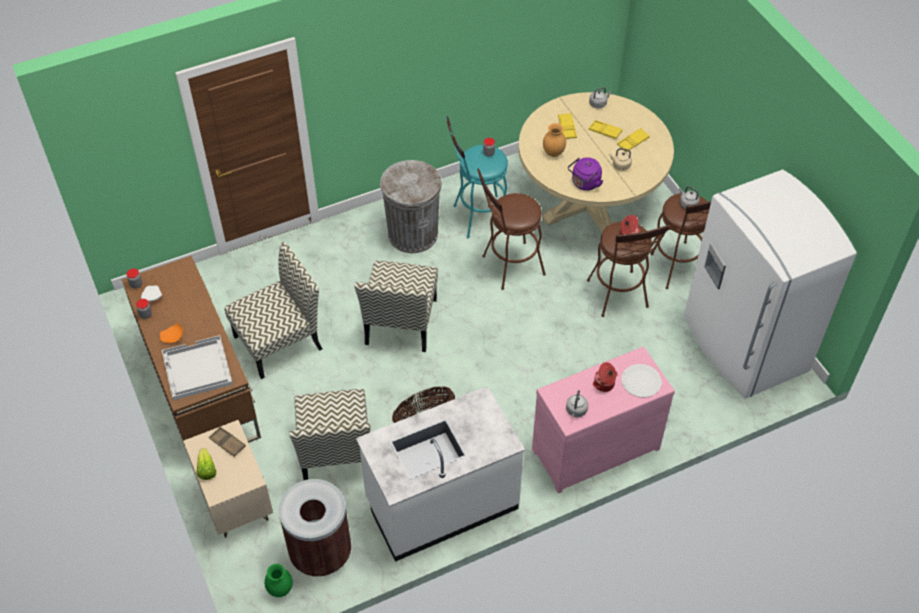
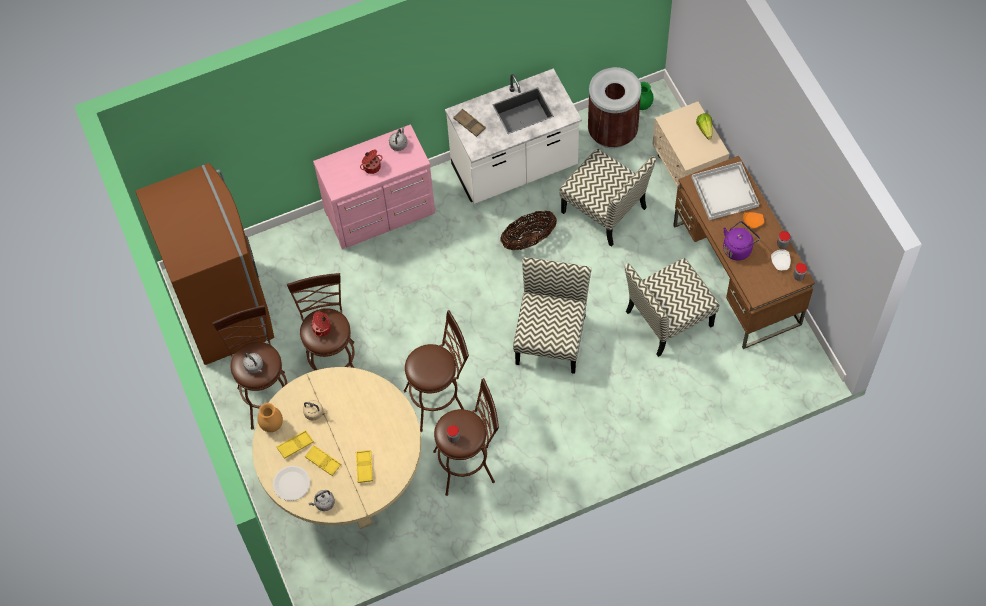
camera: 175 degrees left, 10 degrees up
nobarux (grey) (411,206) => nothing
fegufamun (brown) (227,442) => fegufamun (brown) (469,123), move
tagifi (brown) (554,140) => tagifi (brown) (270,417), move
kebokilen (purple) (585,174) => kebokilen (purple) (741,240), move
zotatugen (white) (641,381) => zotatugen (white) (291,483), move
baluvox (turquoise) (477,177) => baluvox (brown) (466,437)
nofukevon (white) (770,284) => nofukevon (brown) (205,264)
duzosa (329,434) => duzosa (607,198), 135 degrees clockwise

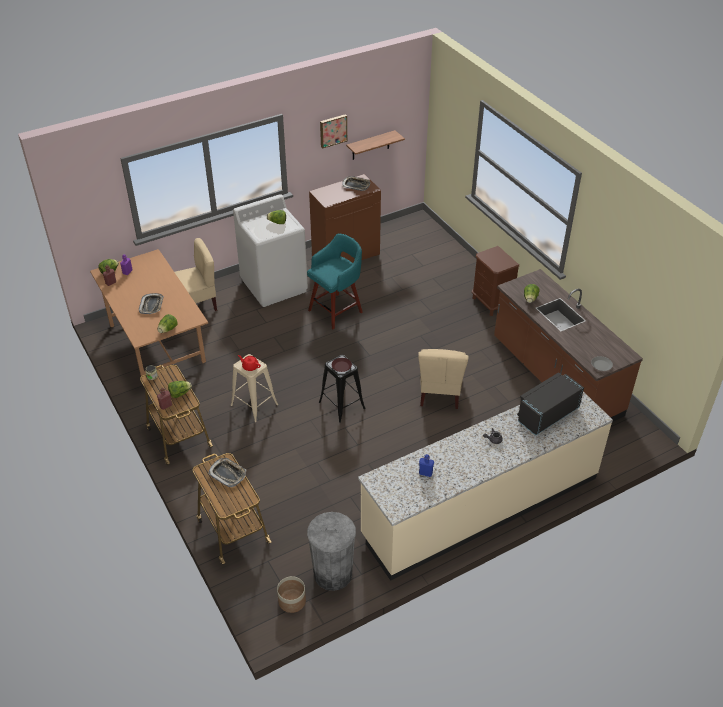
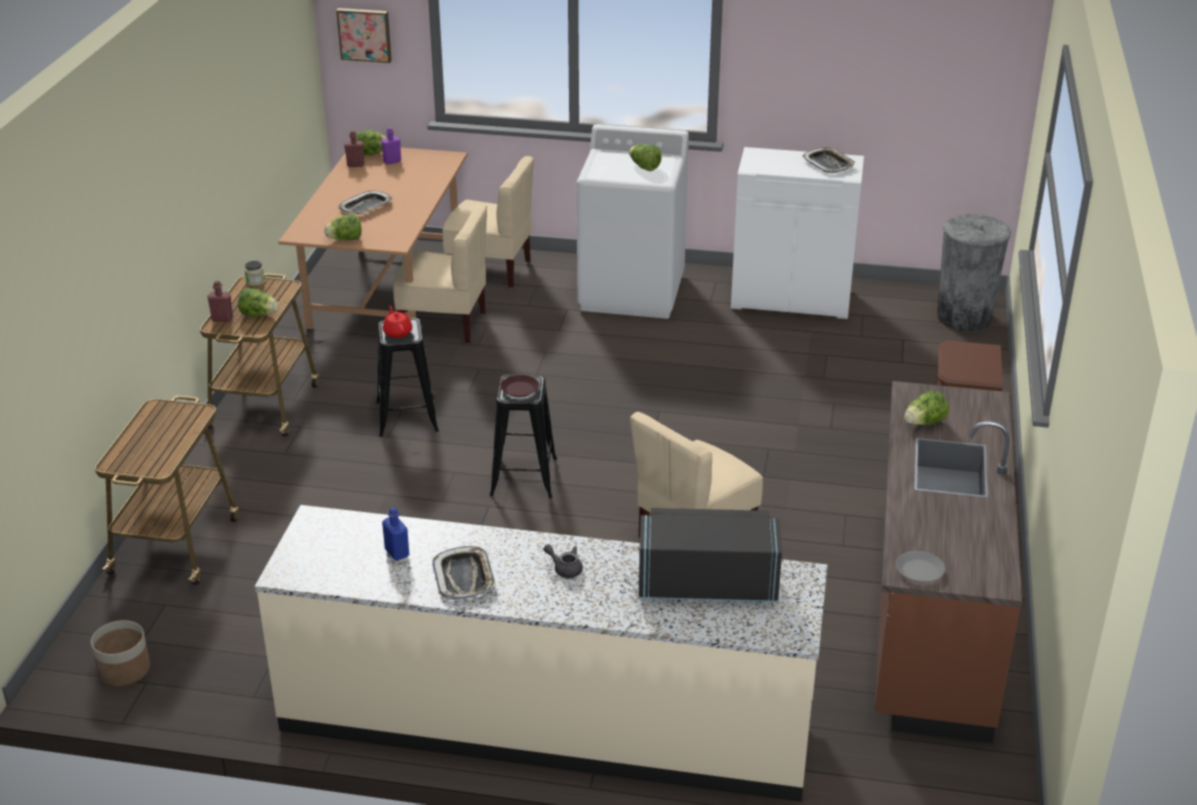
camera: 40 degrees right, 10 degrees down
baluvox (turquoise) (335,281) => nothing
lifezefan (375,145) => nothing
nothing => duzosa (beige) (440,274)
fegufamun (227,472) => fegufamun (464,573), move
nobarux (grey) (331,551) => nobarux (grey) (974,272), move
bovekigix (333,131) => bovekigix (364,35), move
baluvox (beige) (254,388) => baluvox (black) (407,377)
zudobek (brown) (345,218) => zudobek (white) (797,233)

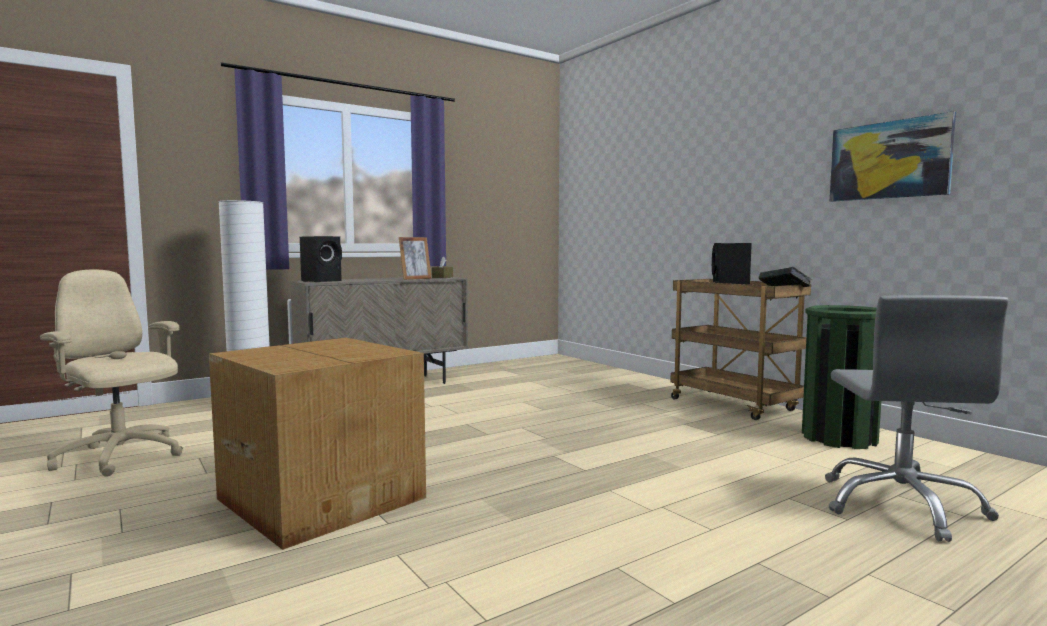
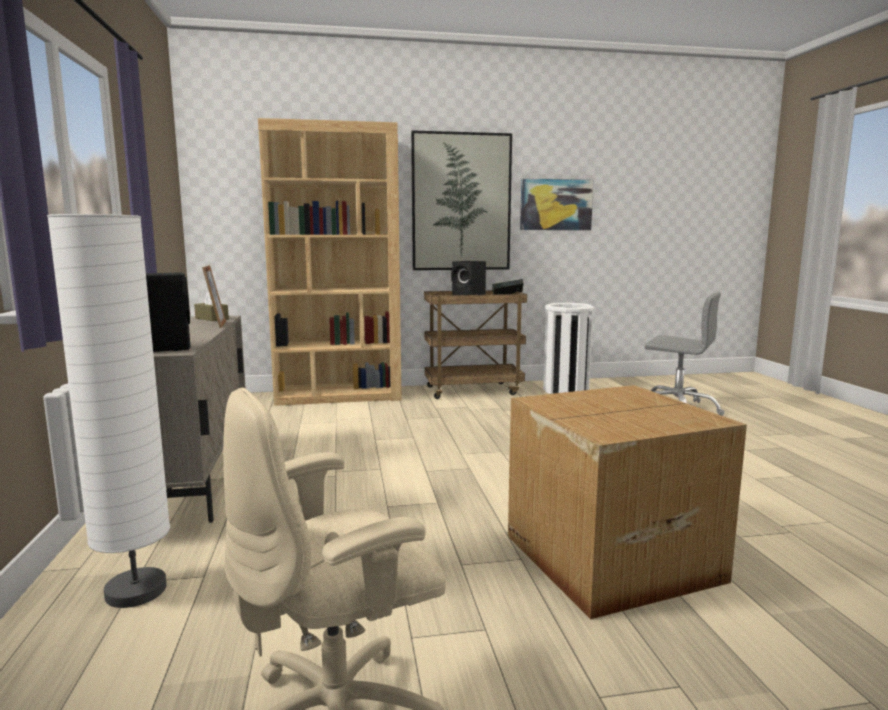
camera: 65 degrees left, 5 degrees up
nothing => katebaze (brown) (330,262)
nothing => bovekigix (461,200)
nobarux (green) (841,377) => nobarux (white) (569,348)

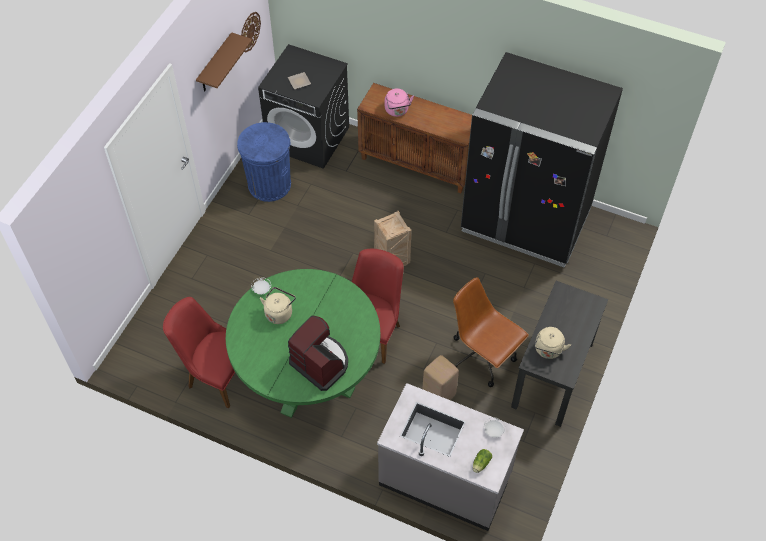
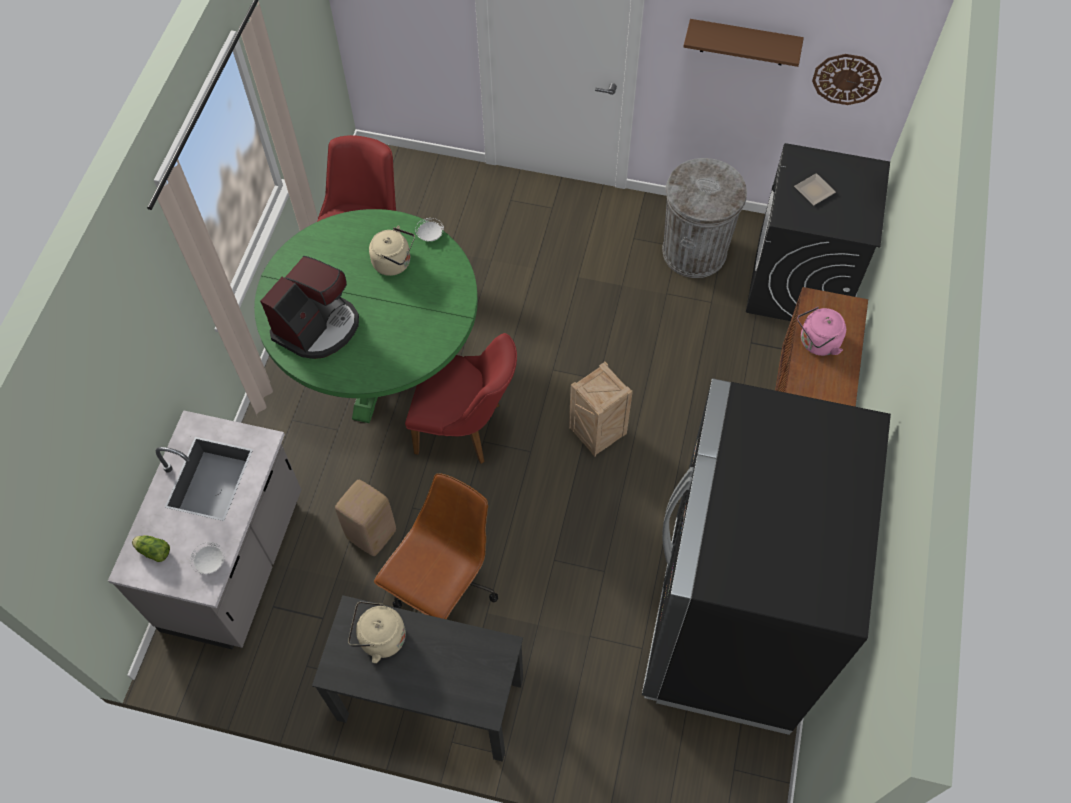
camera: 80 degrees right, 5 degrees up
nobarux (blue) (264,162) => nobarux (grey) (704,218)

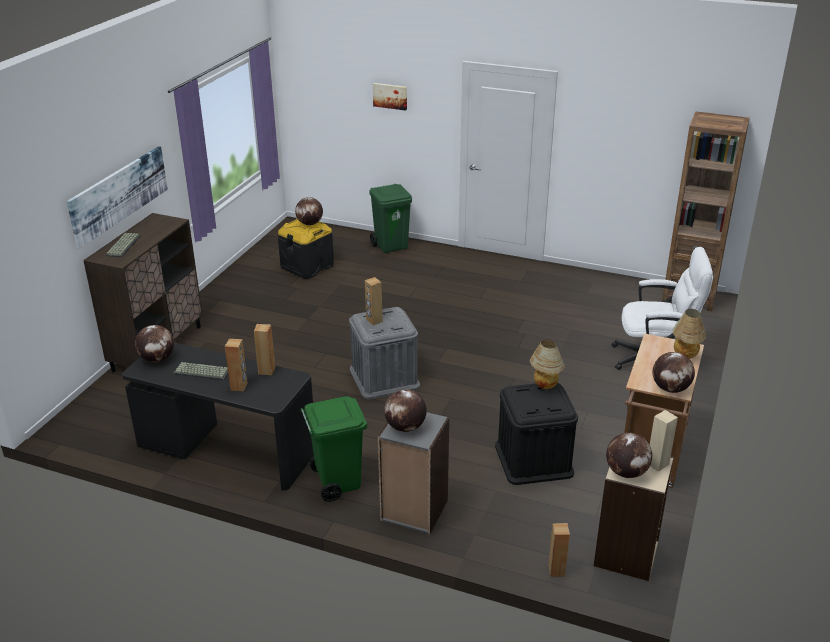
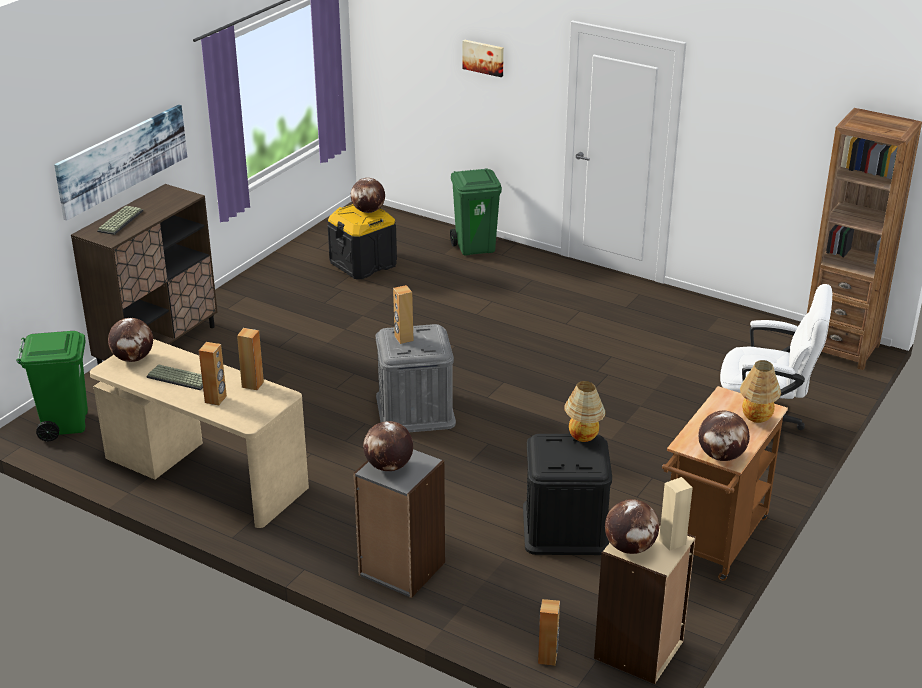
camera: 10 degrees right, 0 degrees up
nobarux (green) (334,449) => nobarux (green) (52,386), move
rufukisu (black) (218,416) => rufukisu (beige) (199,433)

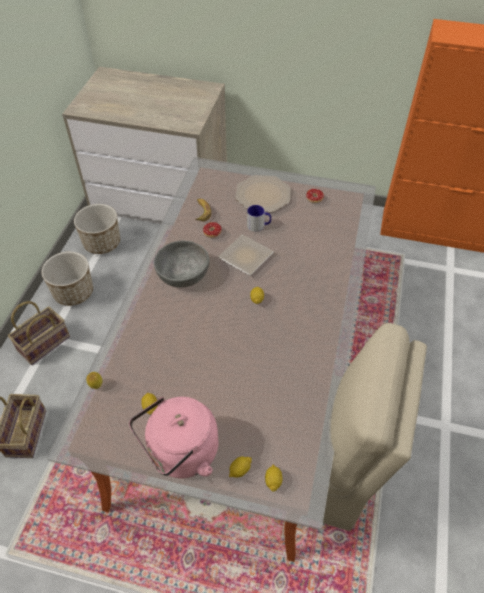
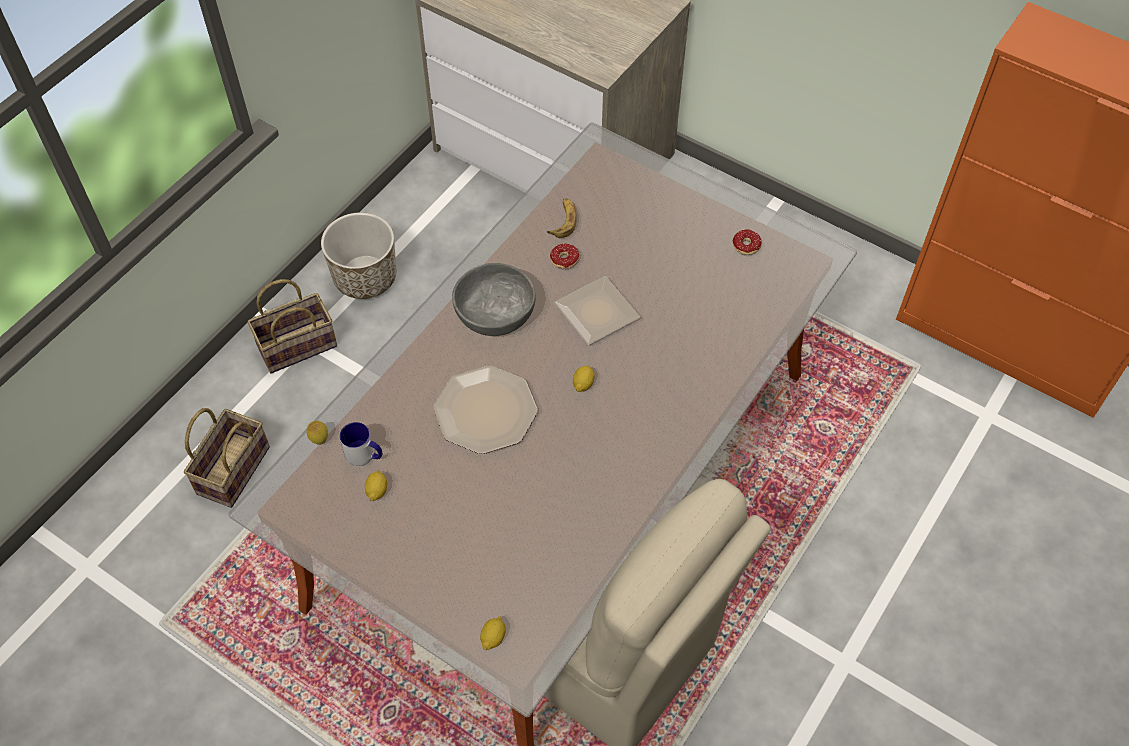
camera: 20 degrees right, 5 degrees up
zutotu (97,229) => nothing
kebokilen (pink) (174,437) => nothing
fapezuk (240,467) => nothing
zotatugen (263,193) => zotatugen (485,410), move
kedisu (259,218) => kedisu (361,444), move

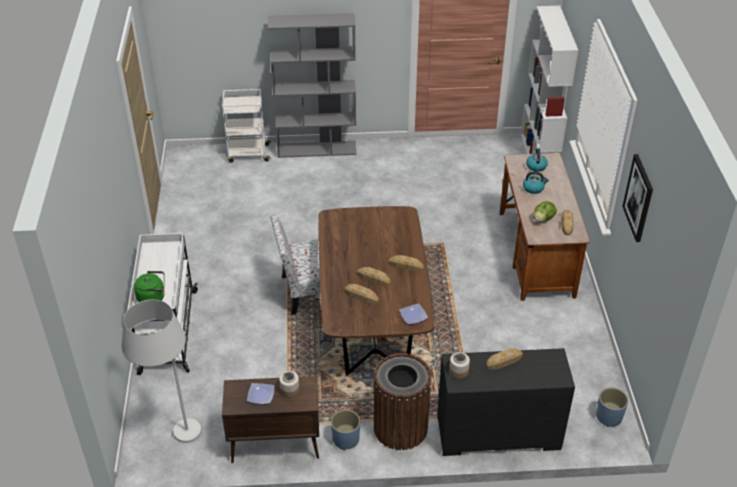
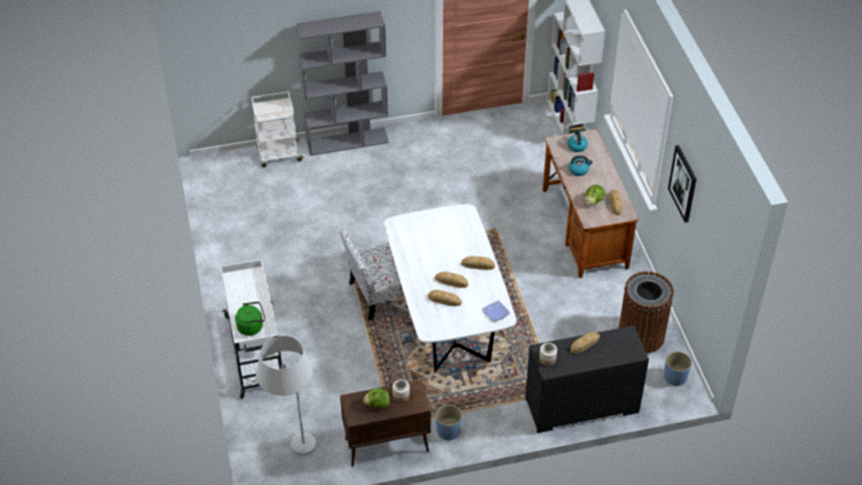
camera: 10 degrees left, 5 degrees up
nobarux (brown) (403,401) => nobarux (brown) (646,312), move
zotatugen (261,393) => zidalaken (376,398)
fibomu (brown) (376,291) => fibomu (white) (450,288)

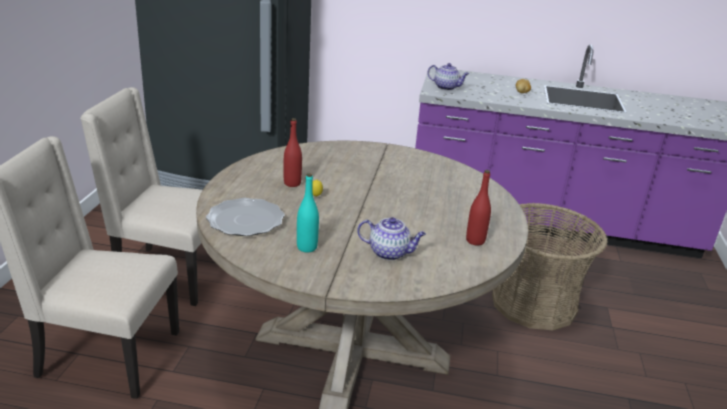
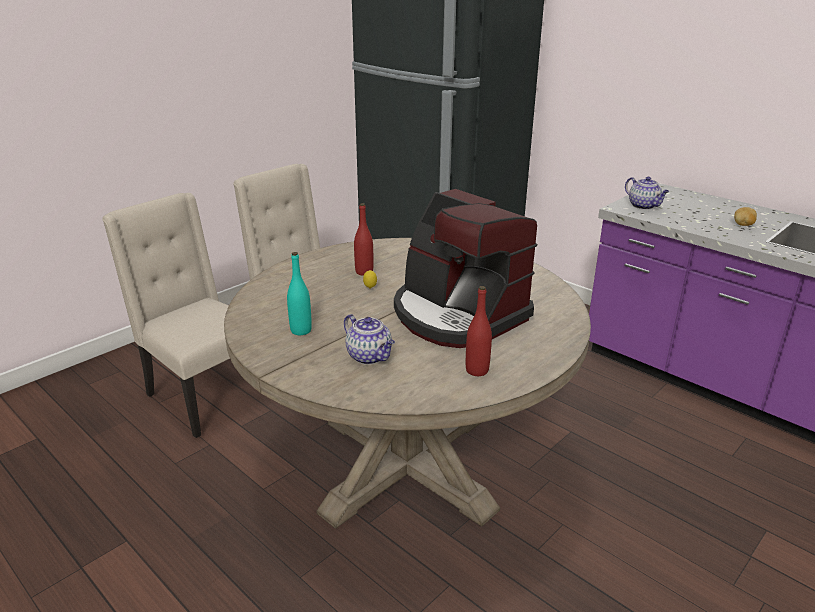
camera: 35 degrees right, 0 degrees up
zotatugen (245,217) => nothing
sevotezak (550,266) => nothing
nothing => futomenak (465,268)

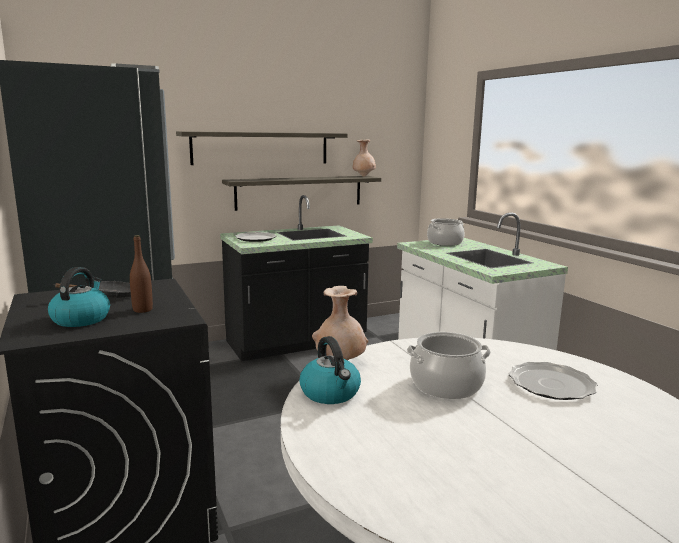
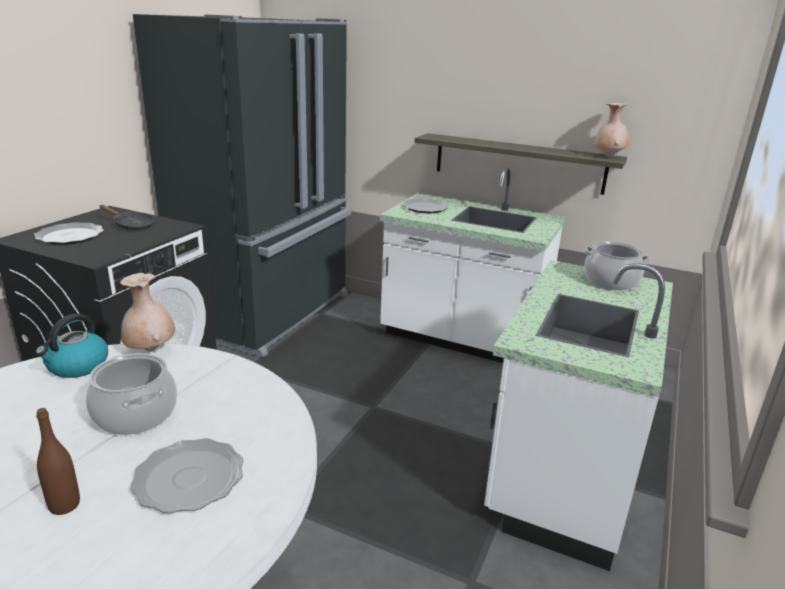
camera: 50 degrees right, 10 degrees up
lifezefan (262,148) => nothing
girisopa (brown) (141,274) => girisopa (brown) (58,461), move
kebokilen (79,297) => zotatugen (69,233)
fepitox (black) (296,278) => fepitox (white) (473,265)

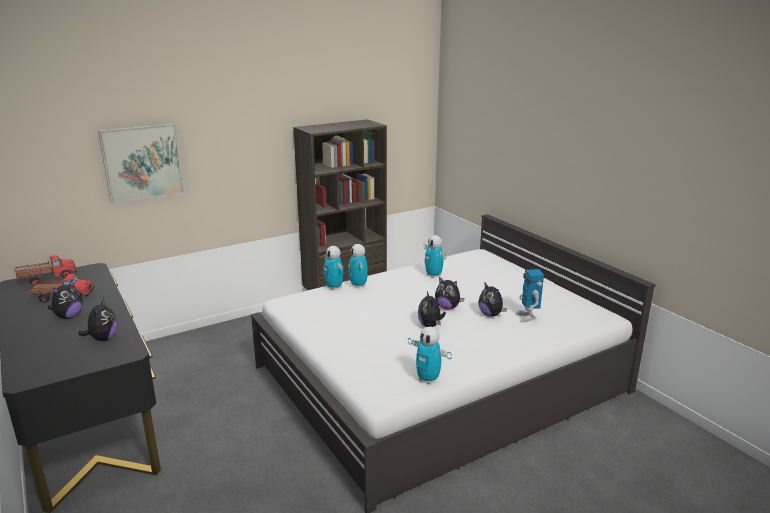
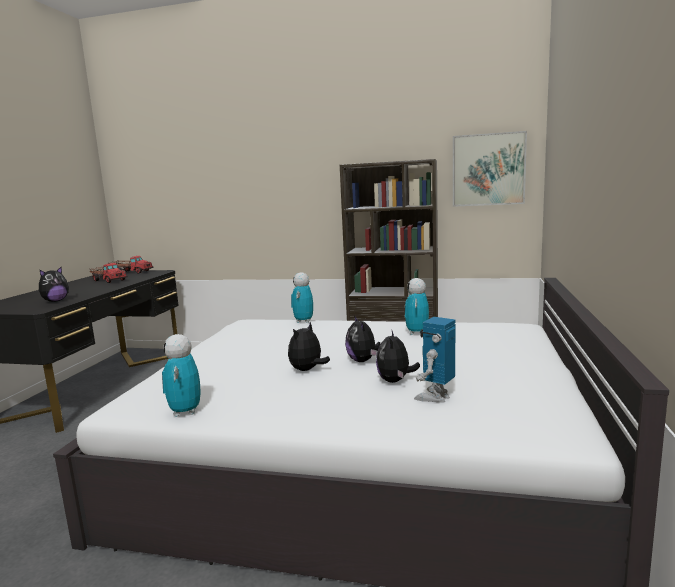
camera: 45 degrees right, 10 degrees down
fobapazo (65,299) => nothing
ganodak (358,266) => nothing
bovekigix (141,164) => bovekigix (490,169), move

